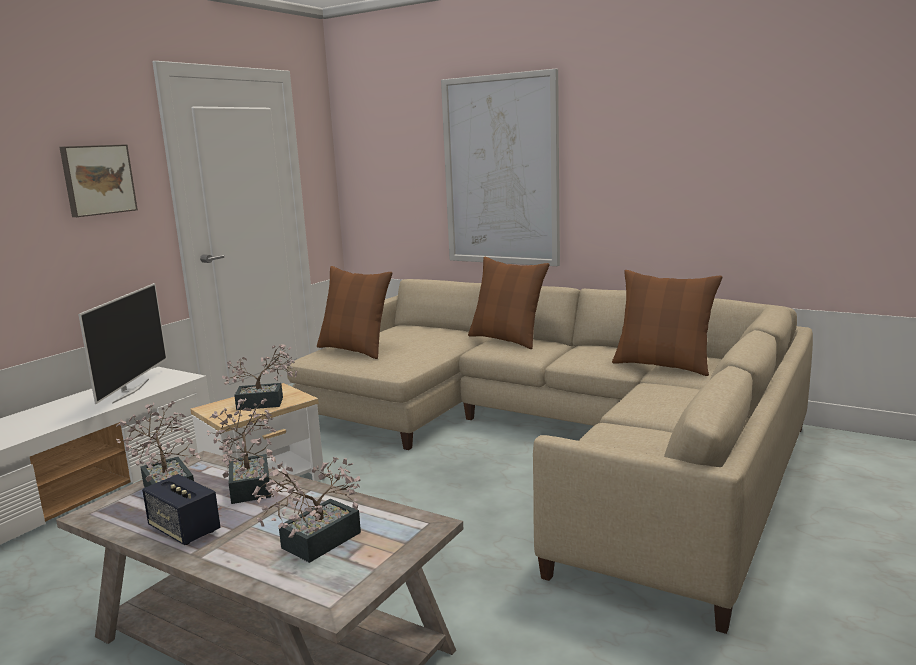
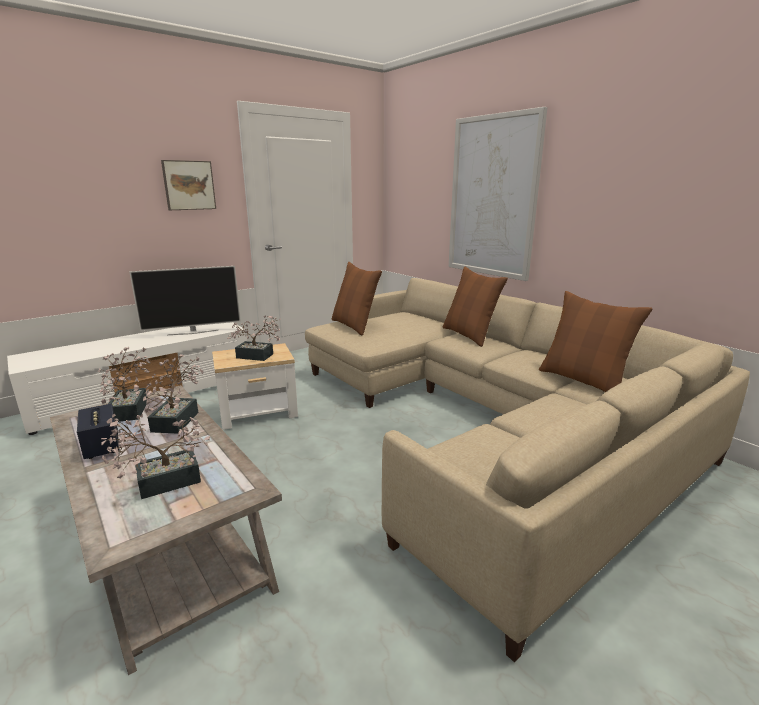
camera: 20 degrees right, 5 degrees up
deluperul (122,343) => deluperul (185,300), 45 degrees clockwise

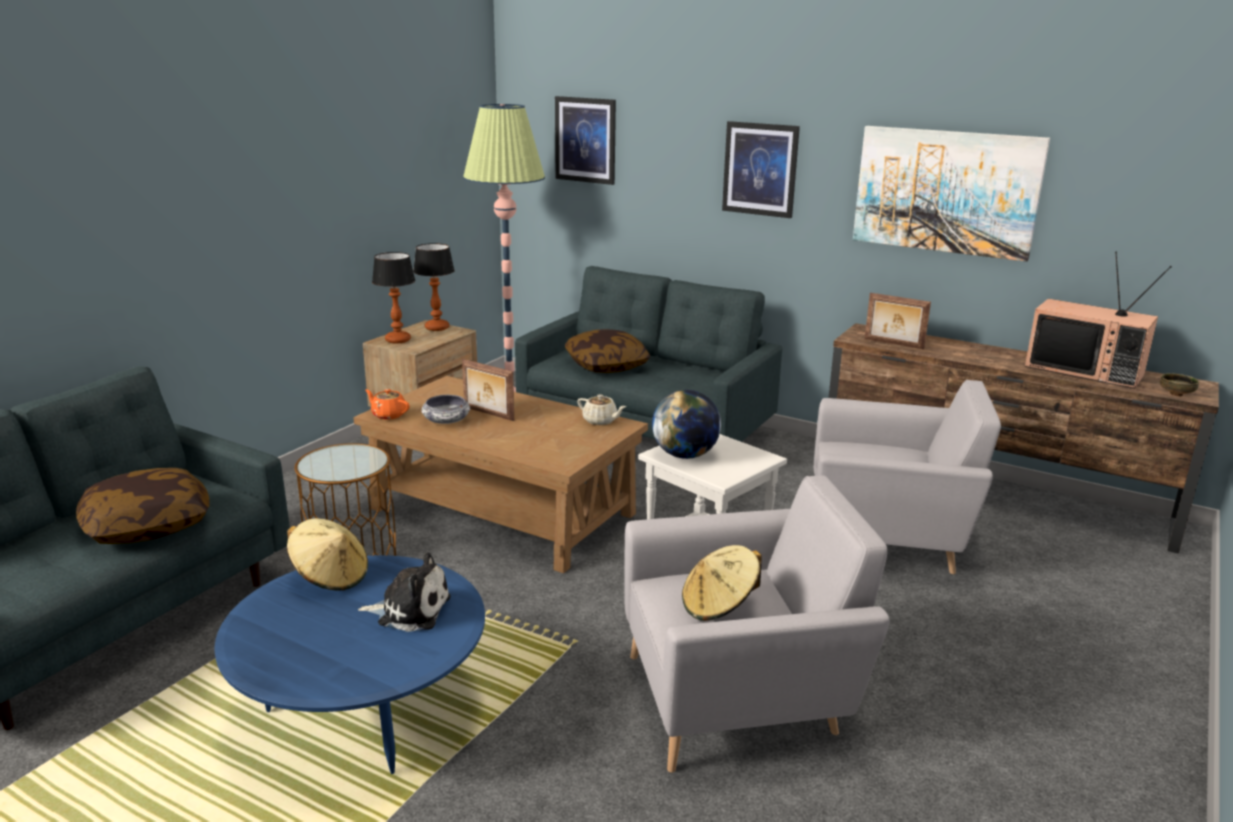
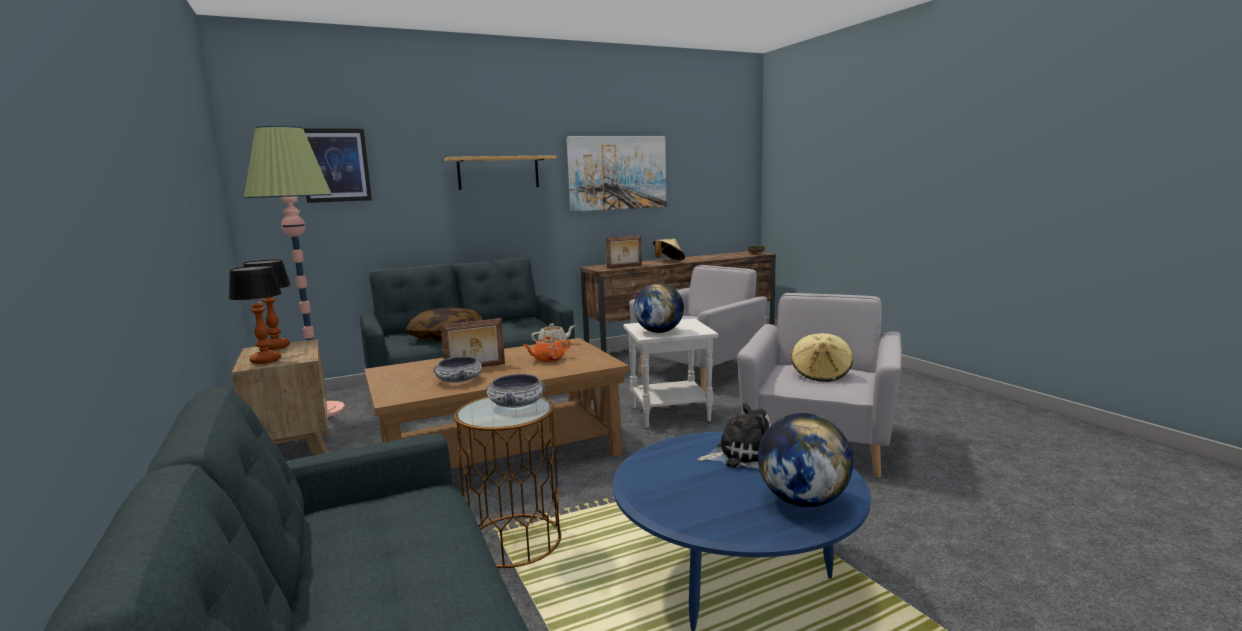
camera: 55 degrees left, 10 degrees down
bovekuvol (143,506) => nothing
deluperul (1098,320) => nothing
nothing => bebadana (516,391)
nothing => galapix (805,460)
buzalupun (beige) (327,554) => buzalupun (beige) (669,249), move
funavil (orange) (387,404) => funavil (orange) (547,348), move
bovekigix (761,169) => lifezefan (500,172)
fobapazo (404,592) => fobapazo (734,436), 45 degrees clockwise

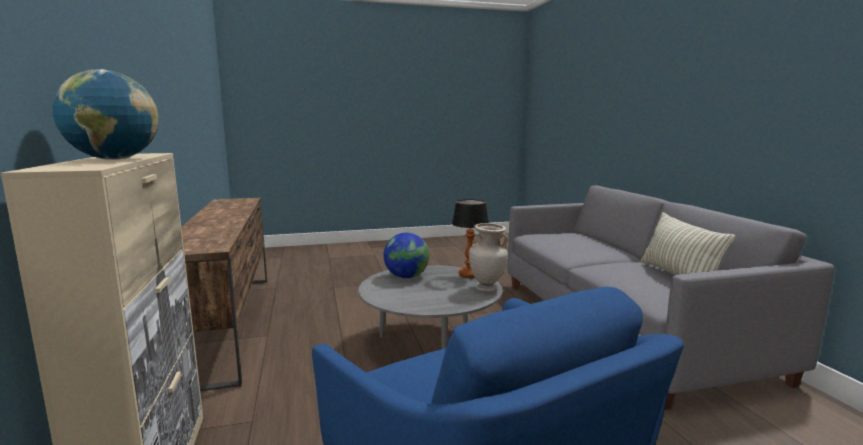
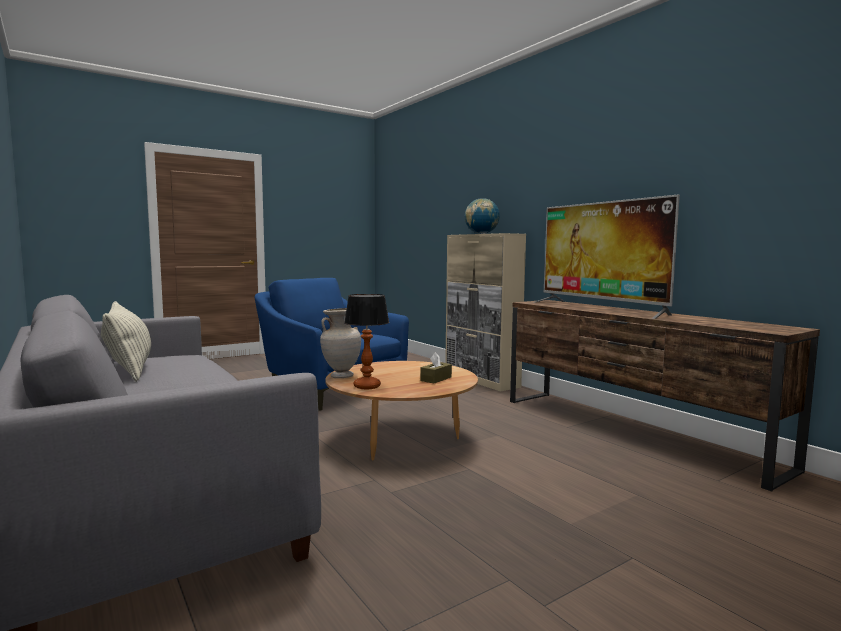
camera: 160 degrees right, 5 degrees down
nothing => deluperul (607,257)
galapix (406,255) => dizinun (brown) (436,368)
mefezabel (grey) (430,307) => mefezabel (brown) (401,410)

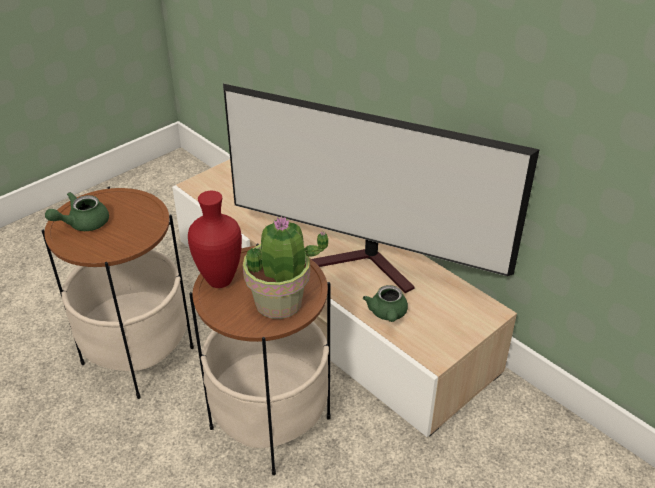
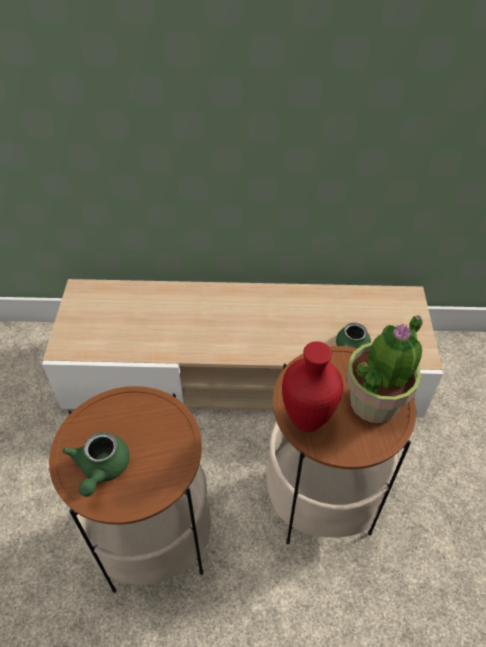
camera: 45 degrees left, 10 degrees up
deluperul (381,188) => nothing

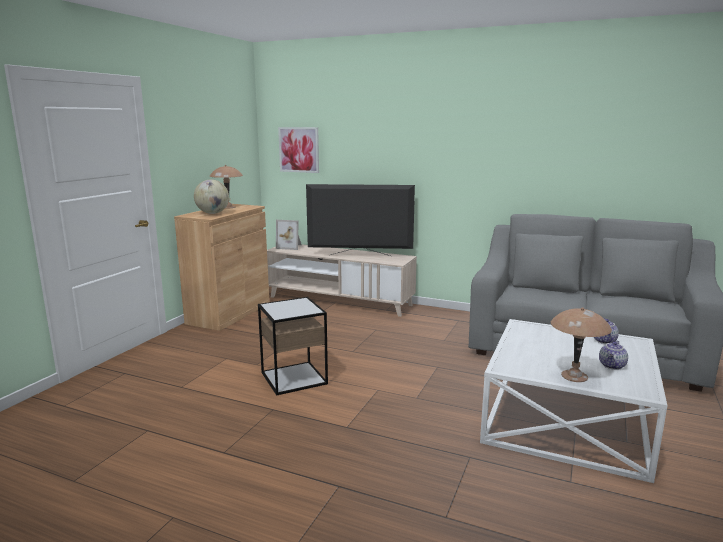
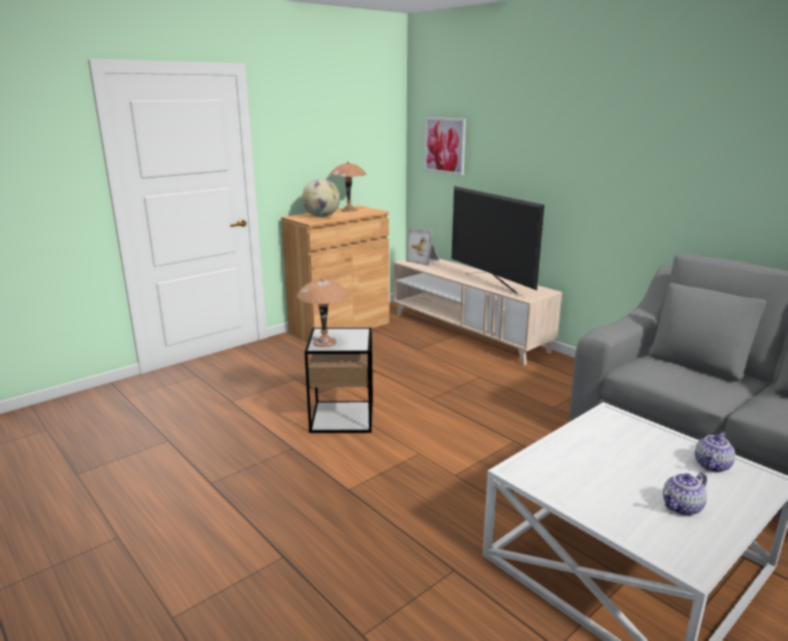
camera: 25 degrees right, 5 degrees up
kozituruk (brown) (581,345) => kozituruk (brown) (322,312), move
deluperul (360,220) => deluperul (498,240), 150 degrees counterclockwise

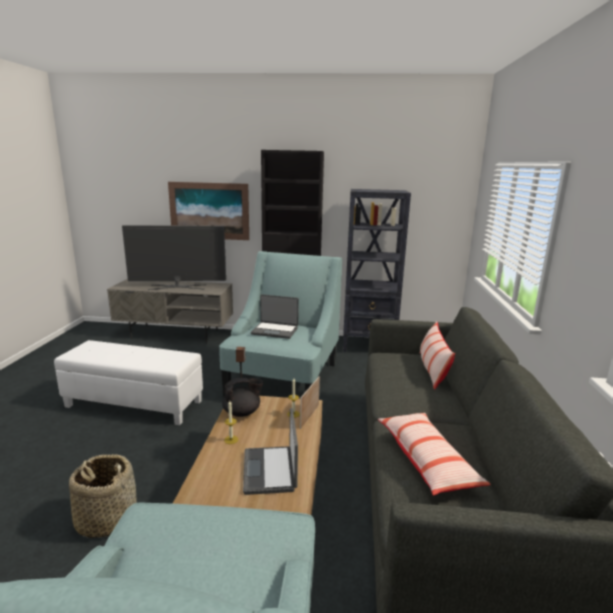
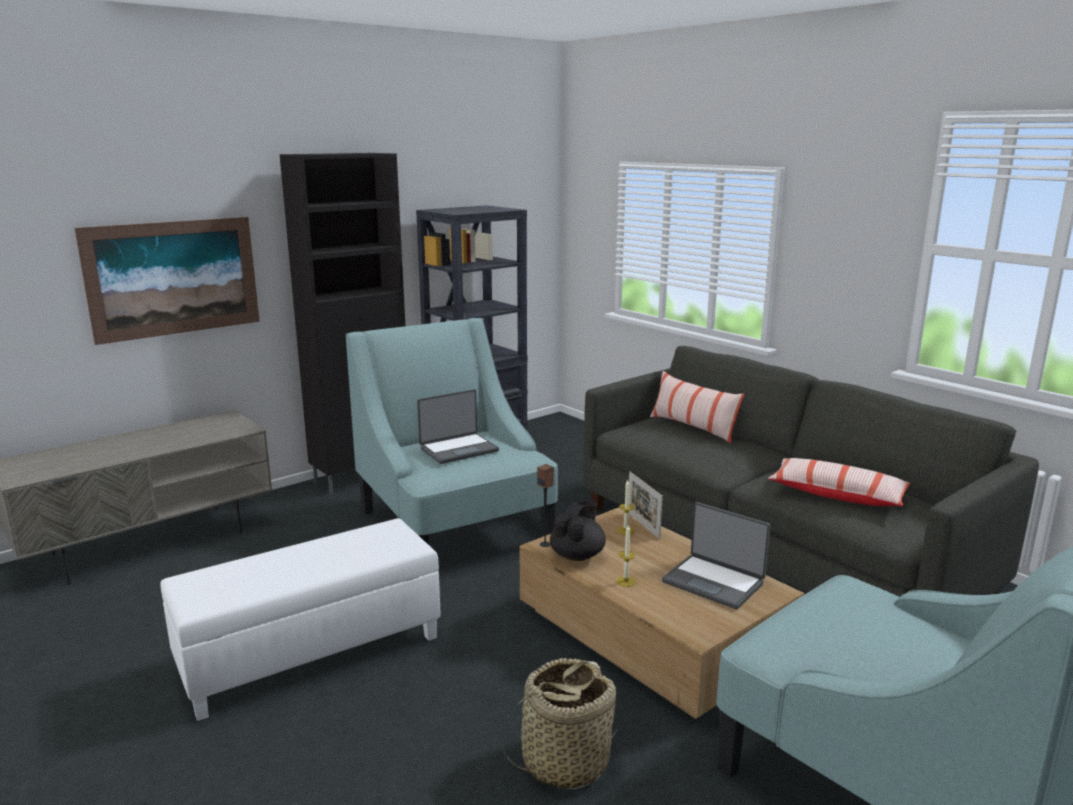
camera: 45 degrees left, 0 degrees up
deluperul (174,257) => nothing

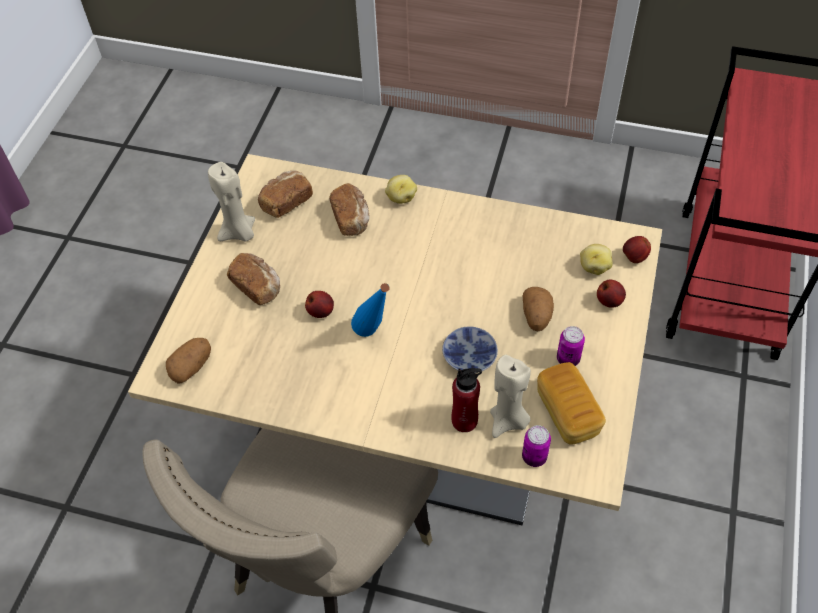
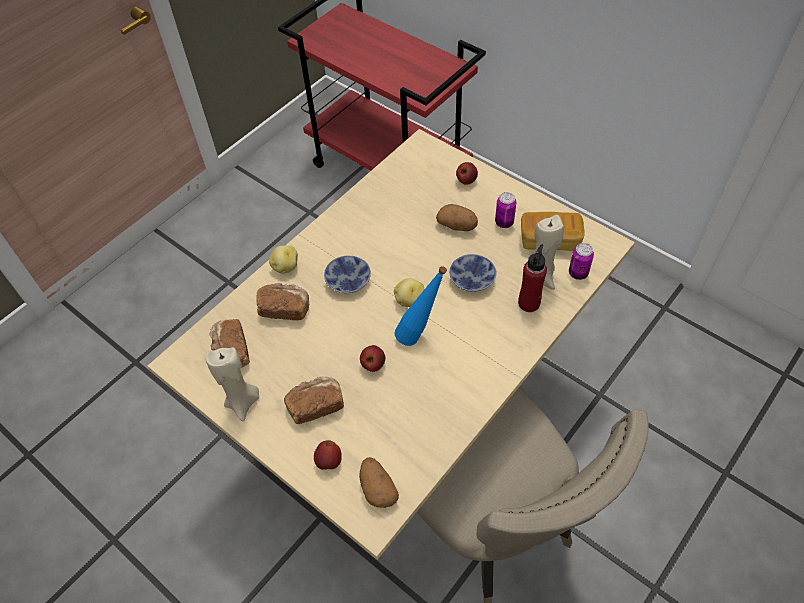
camera: 65 degrees left, 0 degrees up
nothing => bebadana (347,274)
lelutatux (596,259) => lelutatux (409,292), move
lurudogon (637,249) => lurudogon (328,455), move

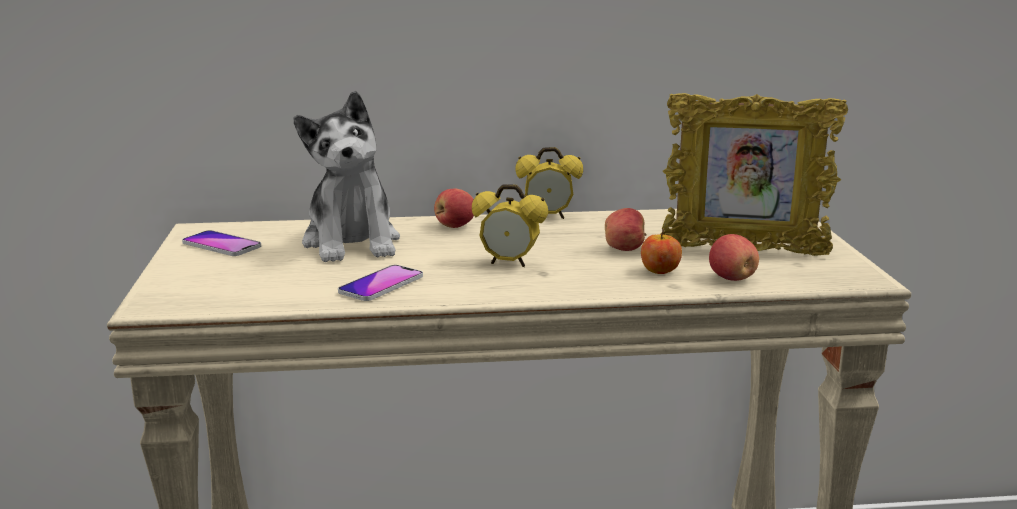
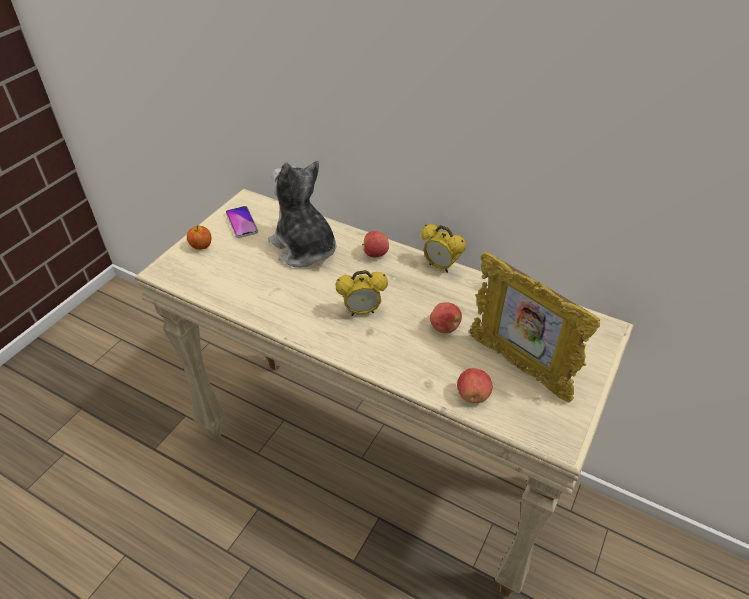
camera: 35 degrees right, 25 degrees up
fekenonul (380,283) => nothing
lurudogon (661,251) => lurudogon (199,237), move
fobapazo (346,176) => fobapazo (302,214), 120 degrees clockwise
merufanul (510,225) => merufanul (361,293), 60 degrees counterclockwise

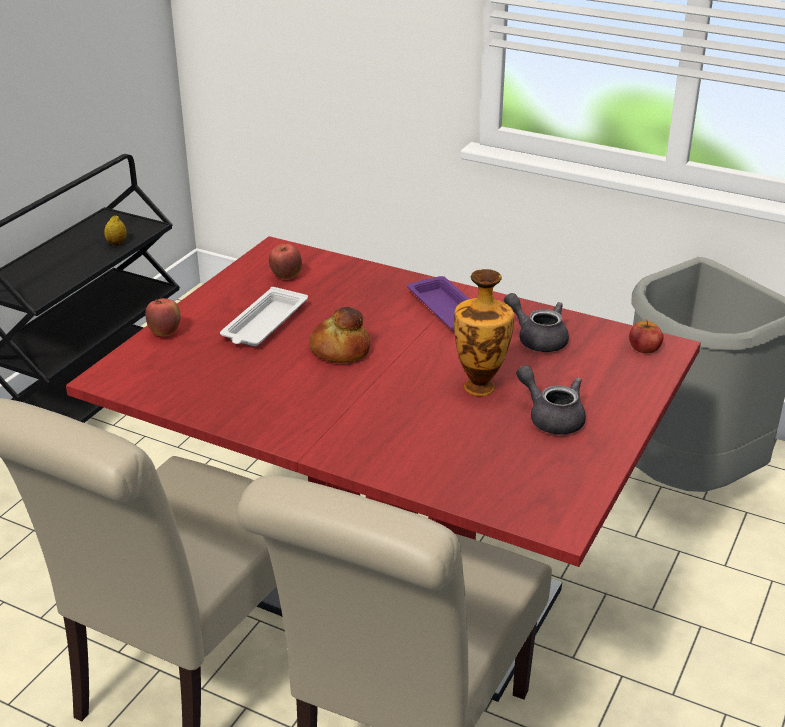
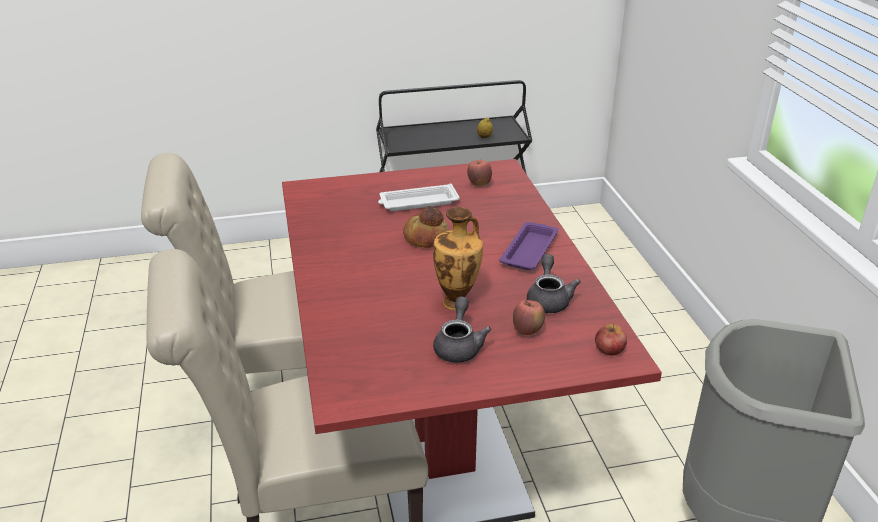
camera: 50 degrees right, 0 degrees up
lurudogon (163,317) => lurudogon (529,317), move

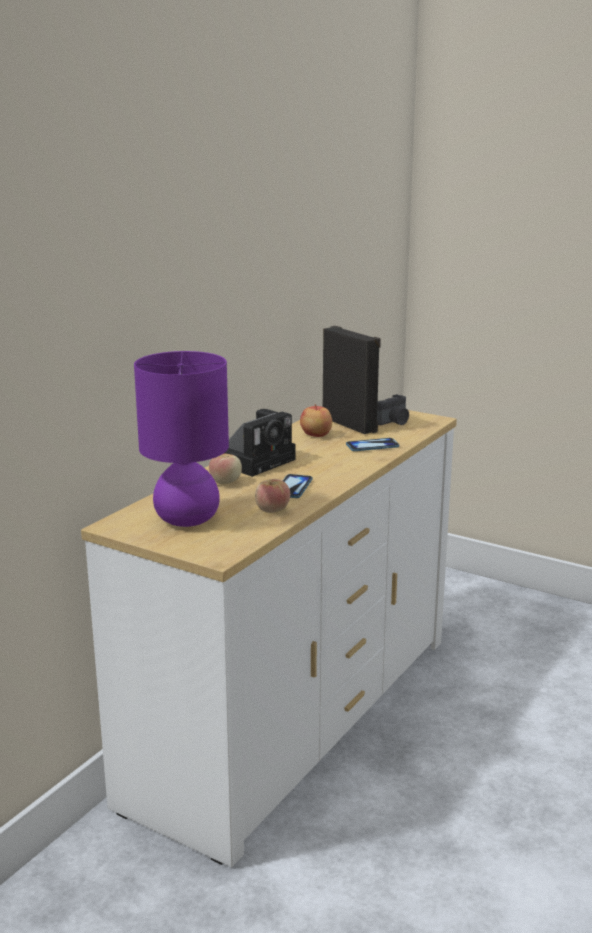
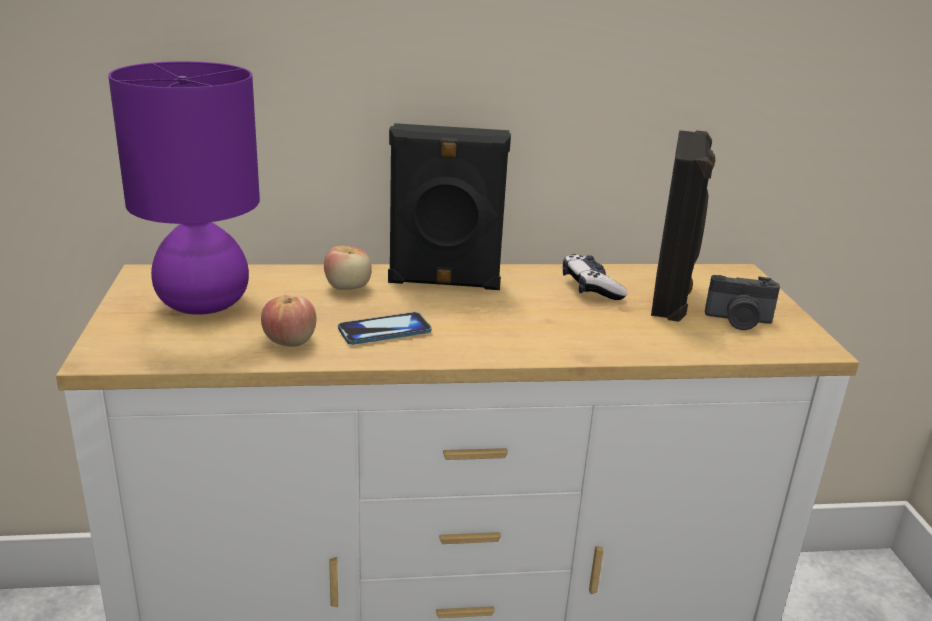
camera: 50 degrees right, 5 degrees up
fekenonul (372,444) => nothing
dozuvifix (260,443) => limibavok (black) (449,206)
lurudogon (316,420) => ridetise (595,277)

